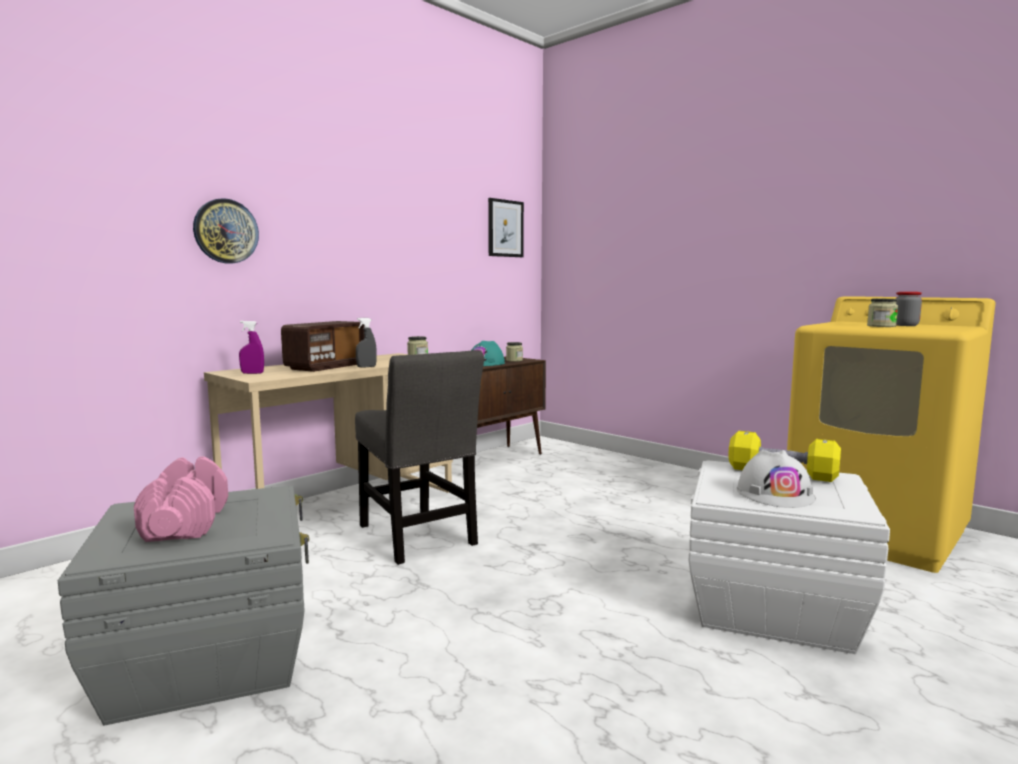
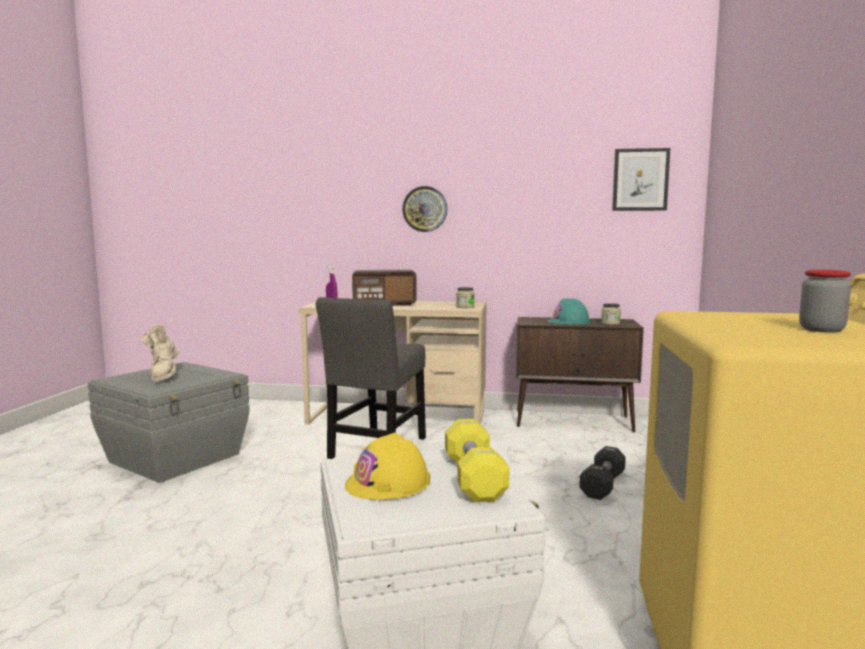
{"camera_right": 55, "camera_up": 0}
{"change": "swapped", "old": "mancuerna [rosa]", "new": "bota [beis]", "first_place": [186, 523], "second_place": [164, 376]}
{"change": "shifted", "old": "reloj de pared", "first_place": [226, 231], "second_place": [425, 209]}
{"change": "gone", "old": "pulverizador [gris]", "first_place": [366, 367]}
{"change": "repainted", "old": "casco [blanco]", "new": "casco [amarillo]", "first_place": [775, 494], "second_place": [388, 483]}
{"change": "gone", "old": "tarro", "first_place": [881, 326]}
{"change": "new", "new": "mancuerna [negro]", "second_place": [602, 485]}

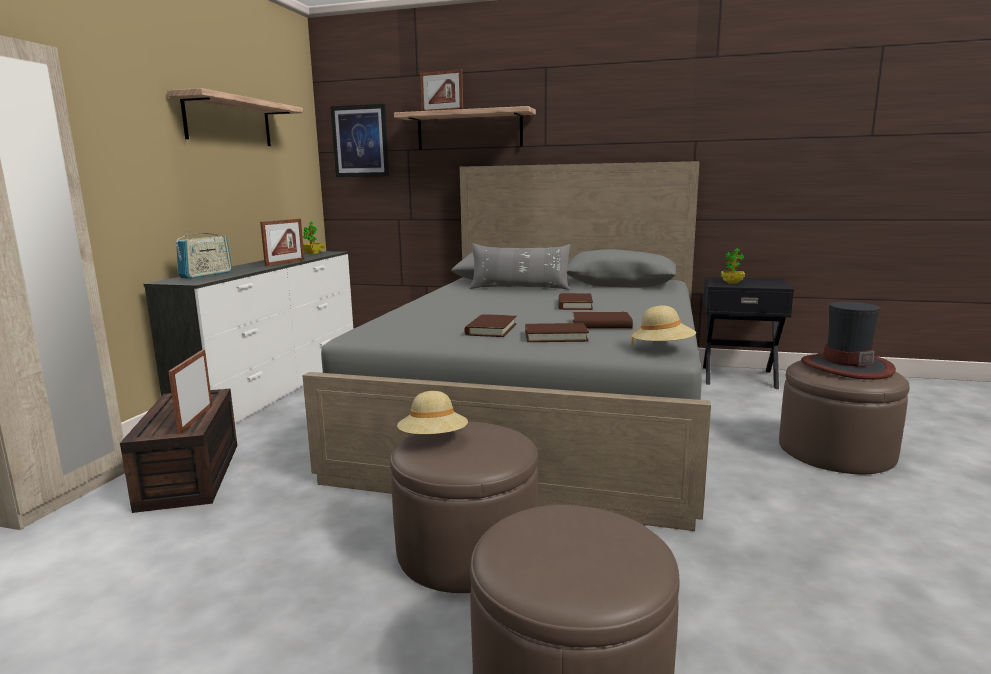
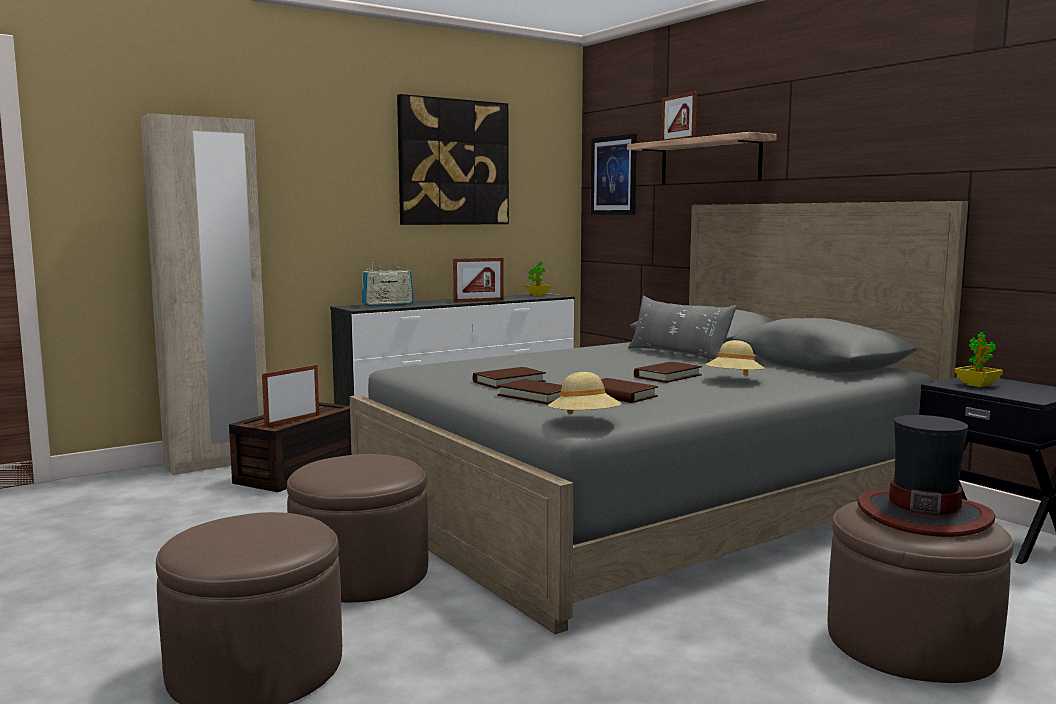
{"camera_right": 40, "camera_up": -5}
{"change": "swapped", "old": "estante", "new": "cuadro", "first_place": [229, 122], "second_place": [453, 162]}
{"change": "shifted", "old": "sombrero [beis]", "first_place": [433, 440], "second_place": [734, 380]}

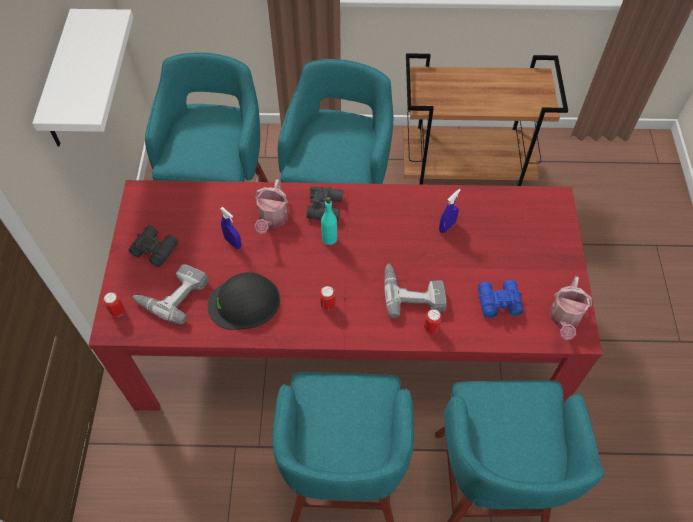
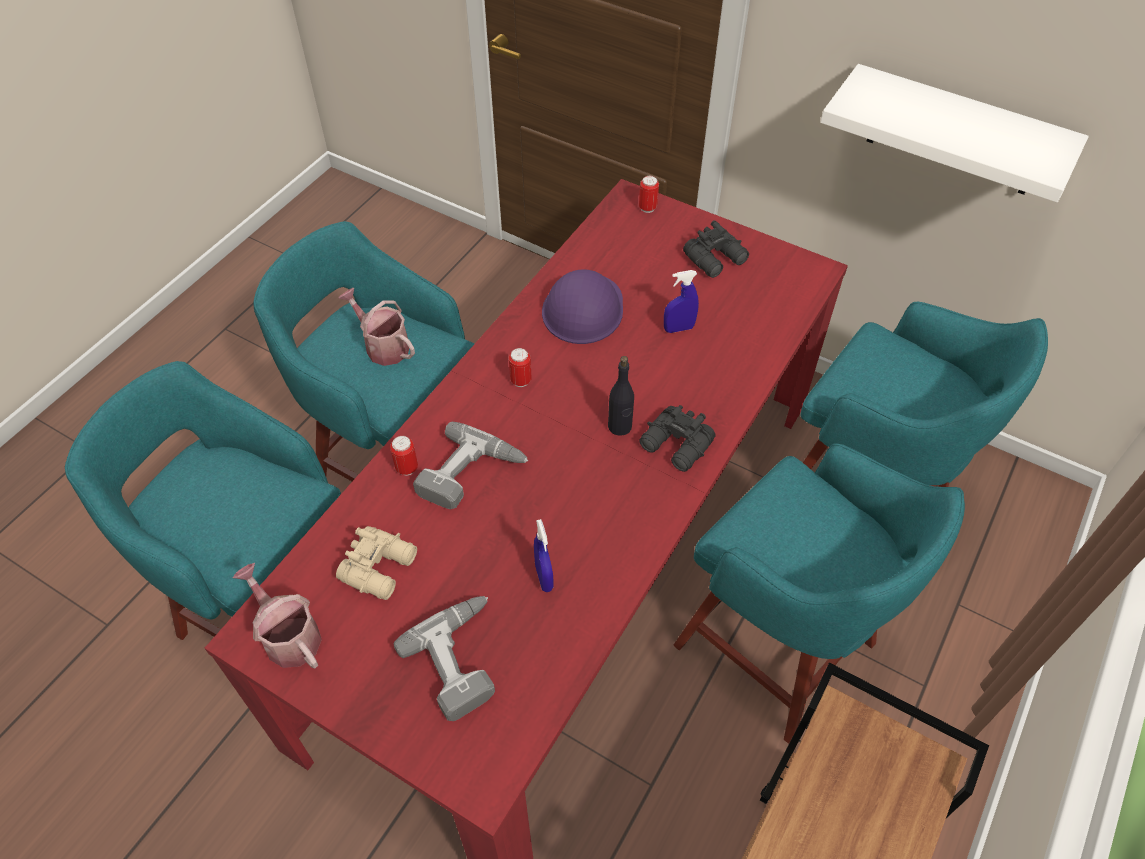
{"camera_right": 120, "camera_up": -5}
{"change": "shifted", "old": "taladro", "first_place": [172, 294], "second_place": [463, 659]}
{"change": "repainted", "old": "casco [negro]", "new": "casco [morado]", "first_place": [244, 302], "second_place": [583, 308]}
{"change": "shifted", "old": "regadera", "first_place": [272, 220], "second_place": [383, 345]}
{"change": "repainted", "old": "botella [turquesa]", "new": "botella [negro]", "first_place": [329, 238], "second_place": [620, 426]}
{"change": "repainted", "old": "prismáticos [azul]", "new": "prismáticos [beis]", "first_place": [497, 301], "second_place": [381, 567]}

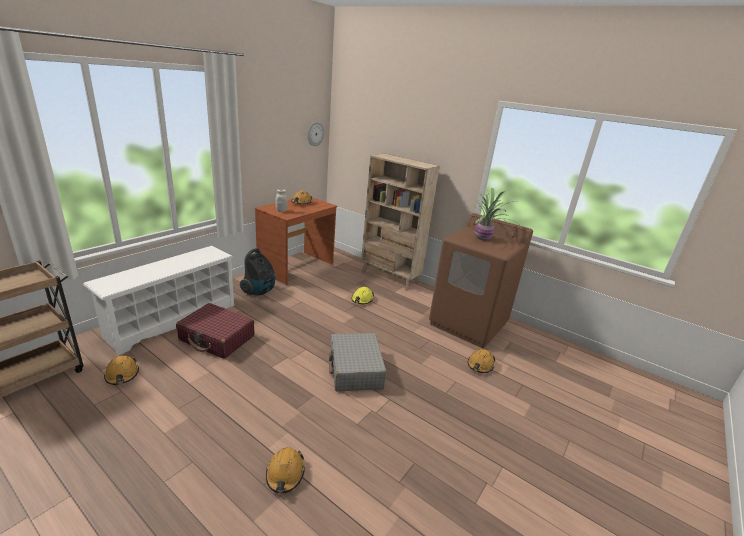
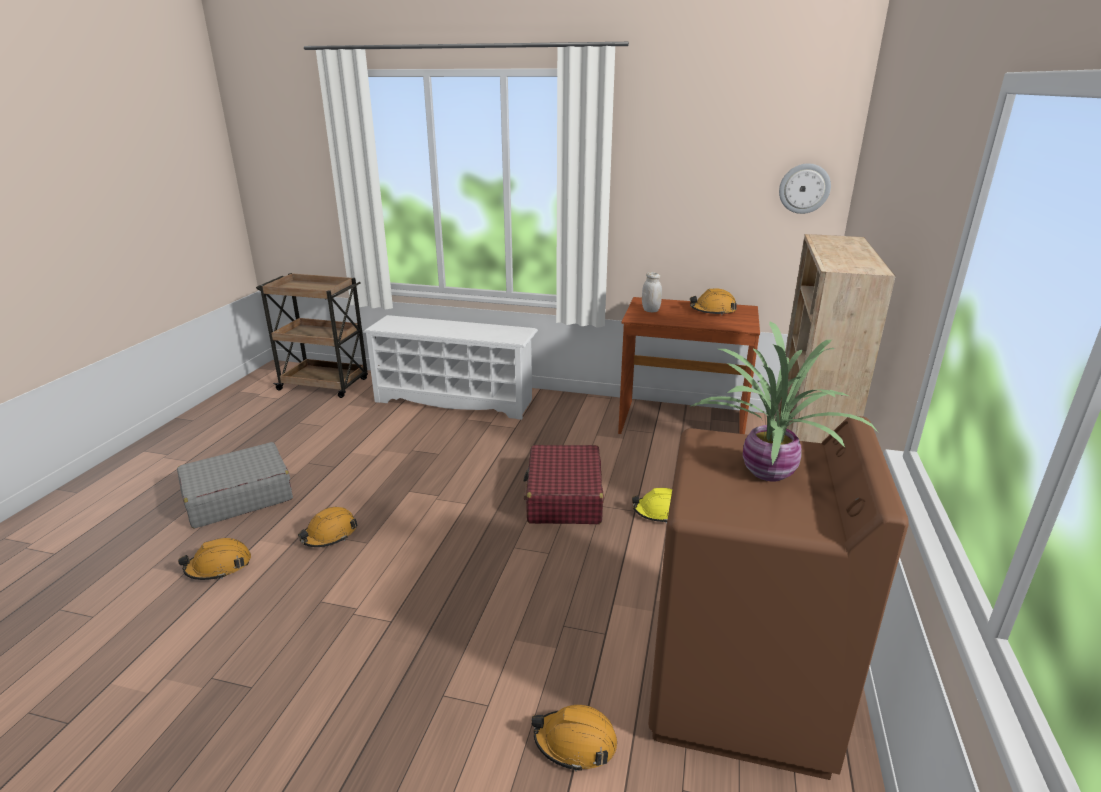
{"camera_right": 70, "camera_up": 0}
{"change": "shifted", "old": "casco [naranja]", "first_place": [122, 375], "second_place": [329, 535]}
{"change": "shifted", "old": "maleta [rojo]", "first_place": [217, 338], "second_place": [564, 497]}
{"change": "gone", "old": "aspiradora", "first_place": [259, 291]}
{"change": "shifted", "old": "maleta [gris]", "first_place": [355, 369], "second_place": [238, 497]}

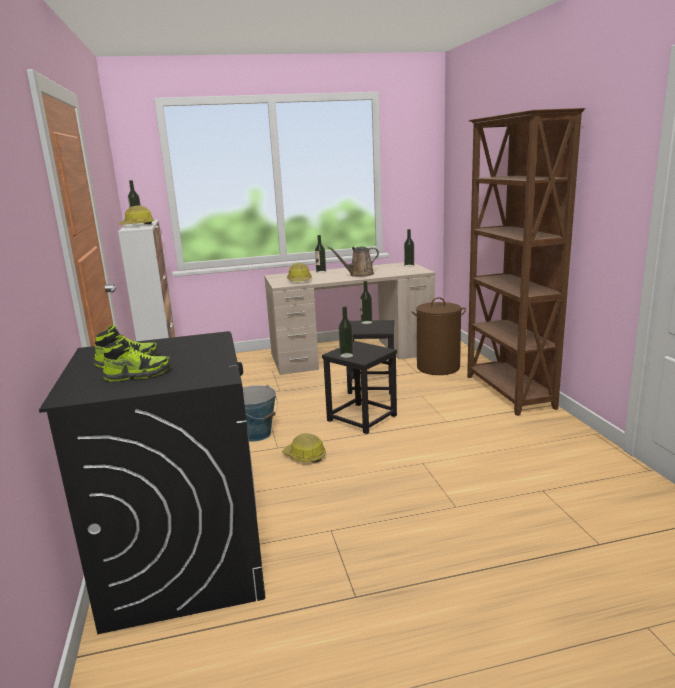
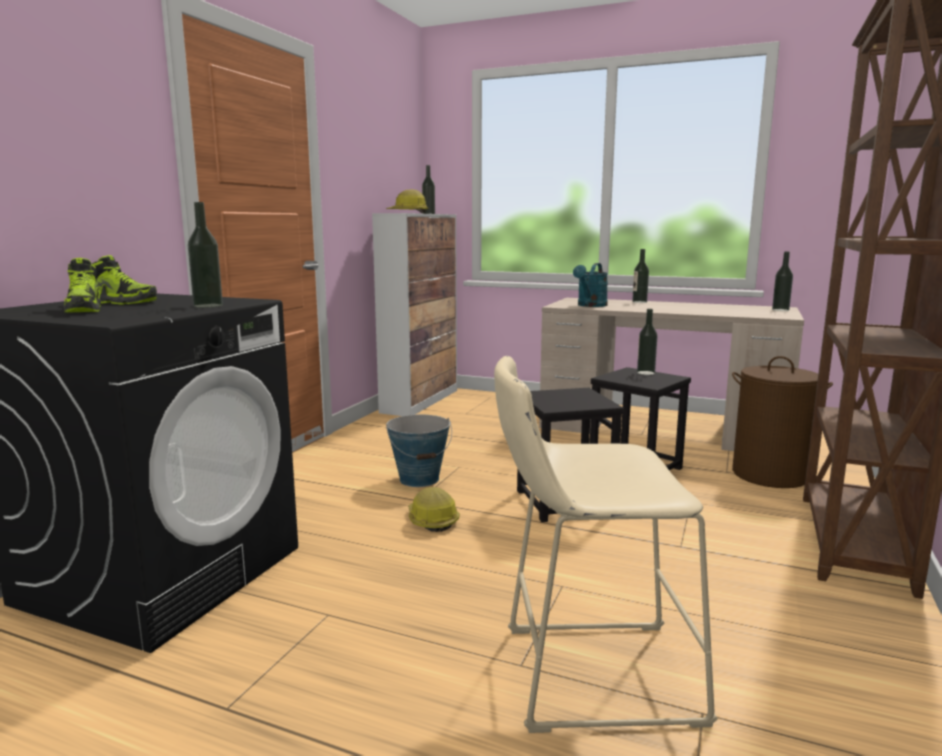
{"camera_right": 35, "camera_up": -5}
{"change": "rotated", "old": "zapato", "first_place": [138, 375], "second_place": [85, 310], "degrees": 45}
{"change": "swapped", "old": "casco", "new": "regadera [turquesa]", "first_place": [300, 281], "second_place": [590, 305]}
{"change": "gone", "old": "regadera [marrón]", "first_place": [359, 274]}
{"change": "shifted", "old": "botella", "first_place": [346, 355], "second_place": [208, 306]}
{"change": "new", "new": "taburete [beis]", "second_place": [588, 673]}

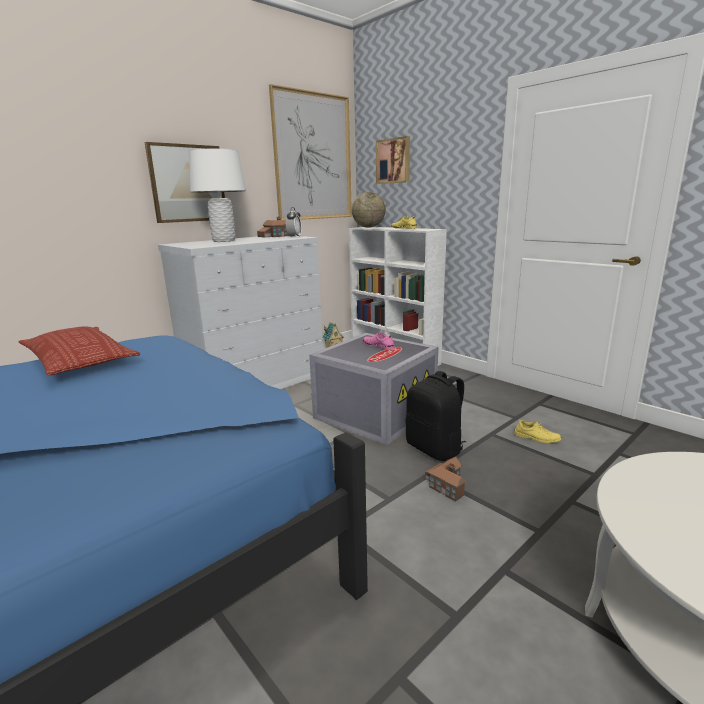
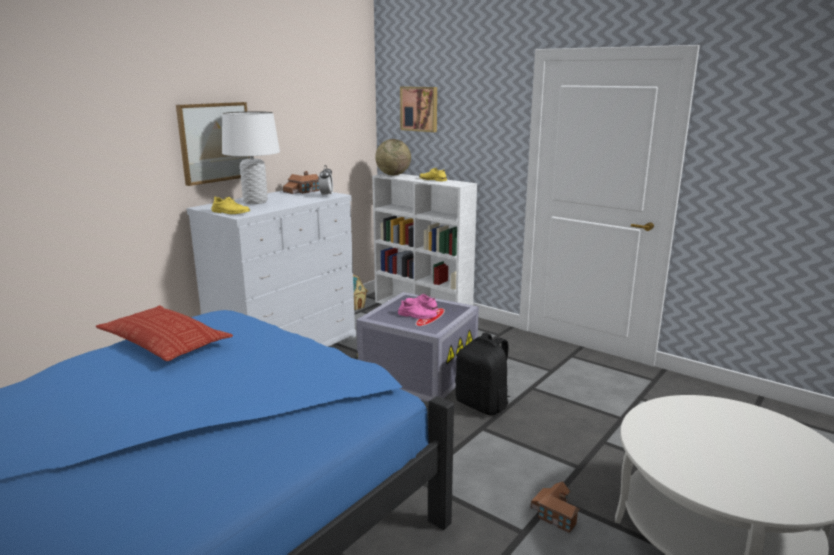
{"camera_right": -10, "camera_up": 0}
{"change": "gone", "old": "cuadro", "first_place": [313, 157]}
{"change": "shifted", "old": "casita", "first_place": [446, 485], "second_place": [555, 513]}
{"change": "shifted", "old": "zapato [amarillo]", "first_place": [536, 437], "second_place": [230, 212]}
{"change": "new", "new": "zapato [rosa]", "second_place": [417, 315]}

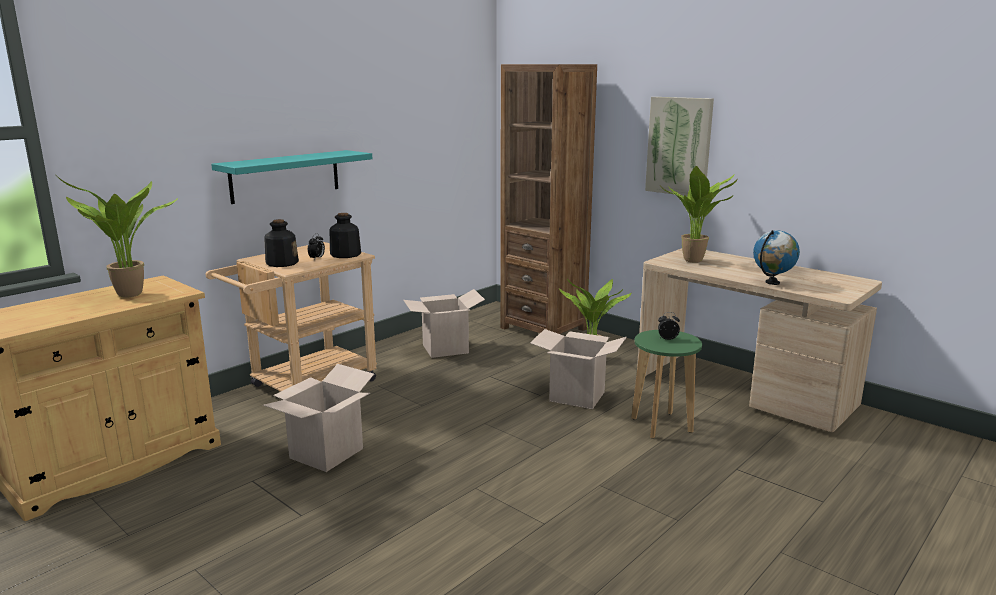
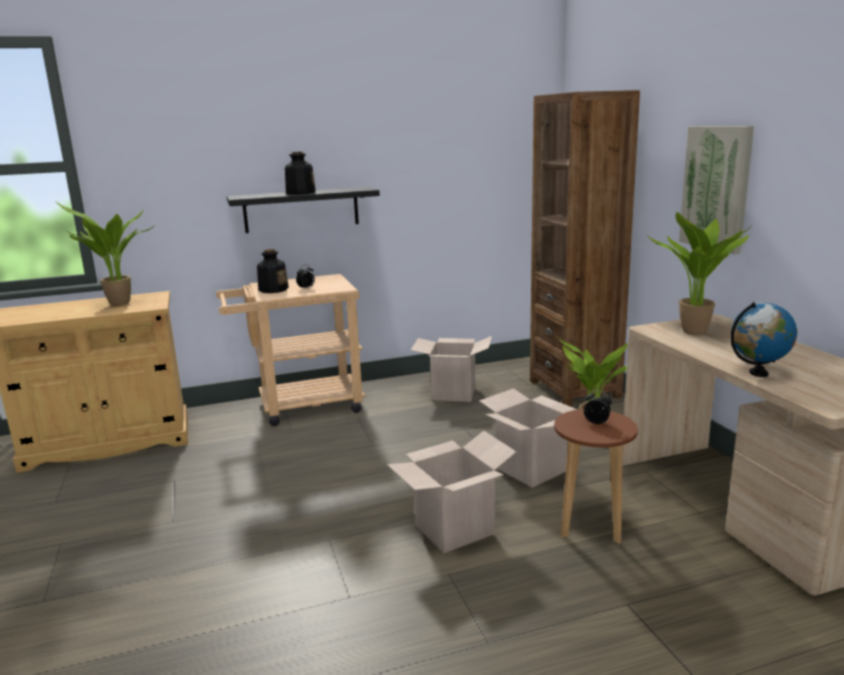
{"camera_right": 30, "camera_up": 0}
{"change": "repainted", "old": "estante [turquesa]", "new": "estante [negro]", "first_place": [285, 176], "second_place": [301, 209]}
{"change": "shifted", "old": "caja de cartón", "first_place": [326, 453], "second_place": [454, 529]}
{"change": "shifted", "old": "botella", "first_place": [345, 254], "second_place": [300, 193]}
{"change": "repainted", "old": "taburete [verde]", "new": "taburete [marrón]", "first_place": [661, 425], "second_place": [590, 525]}

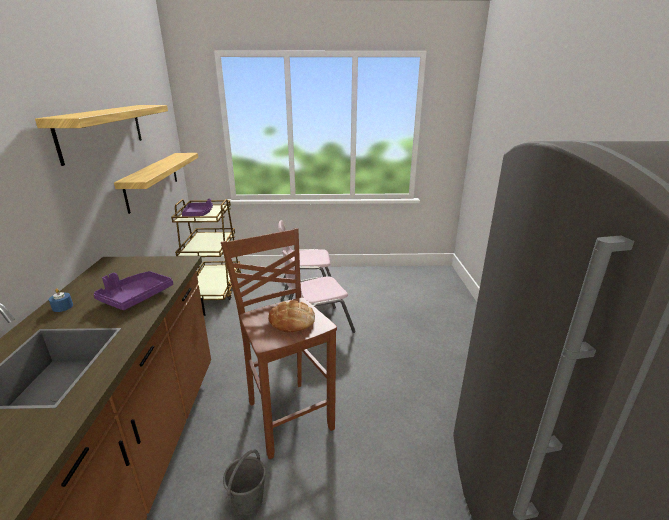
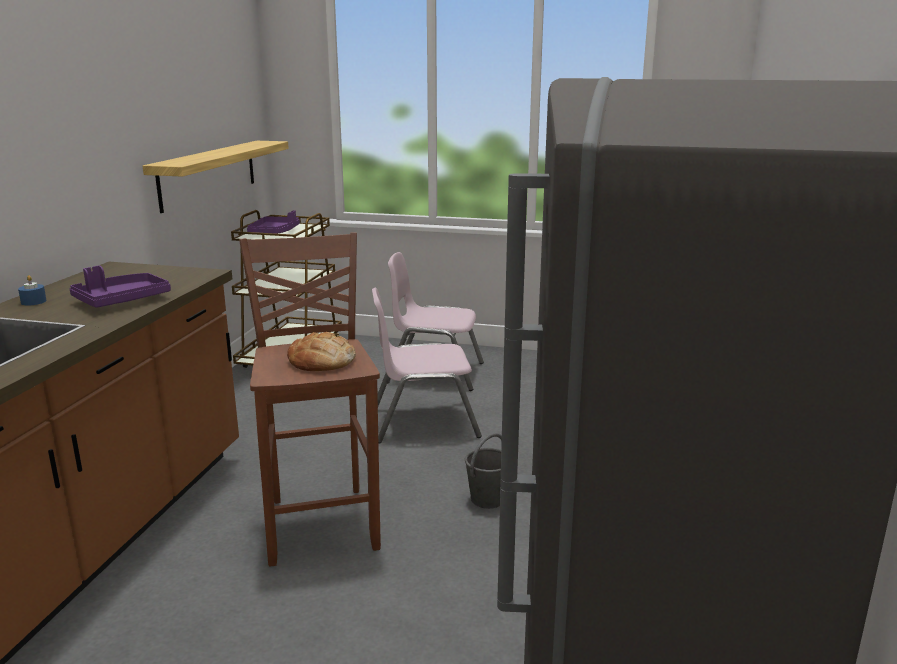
{"camera_right": 15, "camera_up": -5}
{"change": "gone", "old": "estante", "first_place": [103, 130]}
{"change": "shifted", "old": "cubo [gris]", "first_place": [248, 500], "second_place": [488, 499]}

